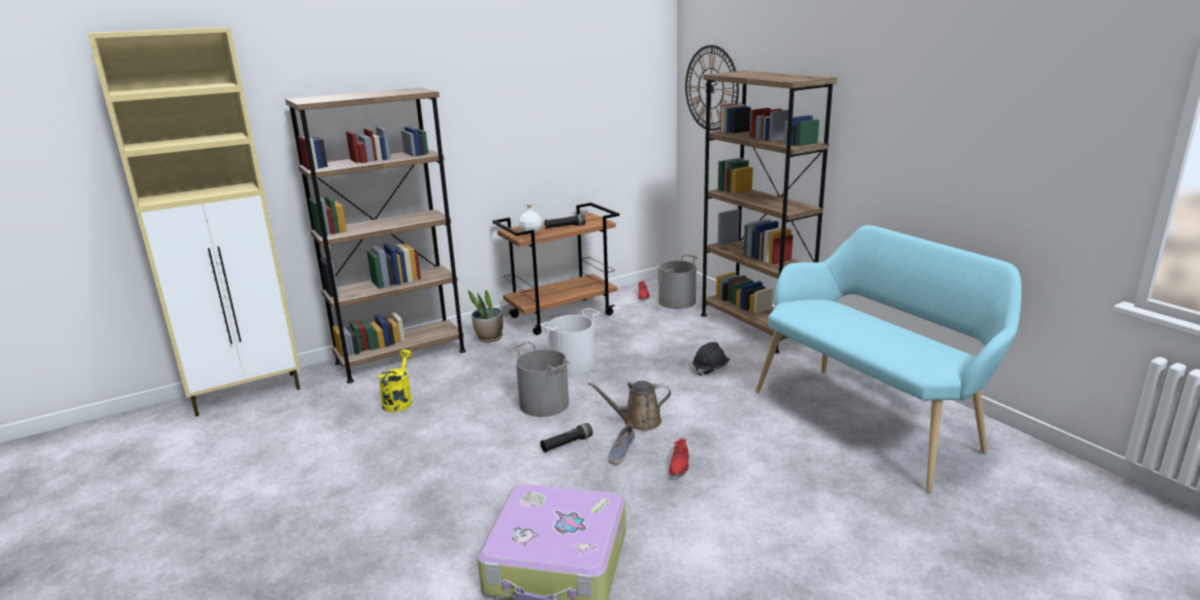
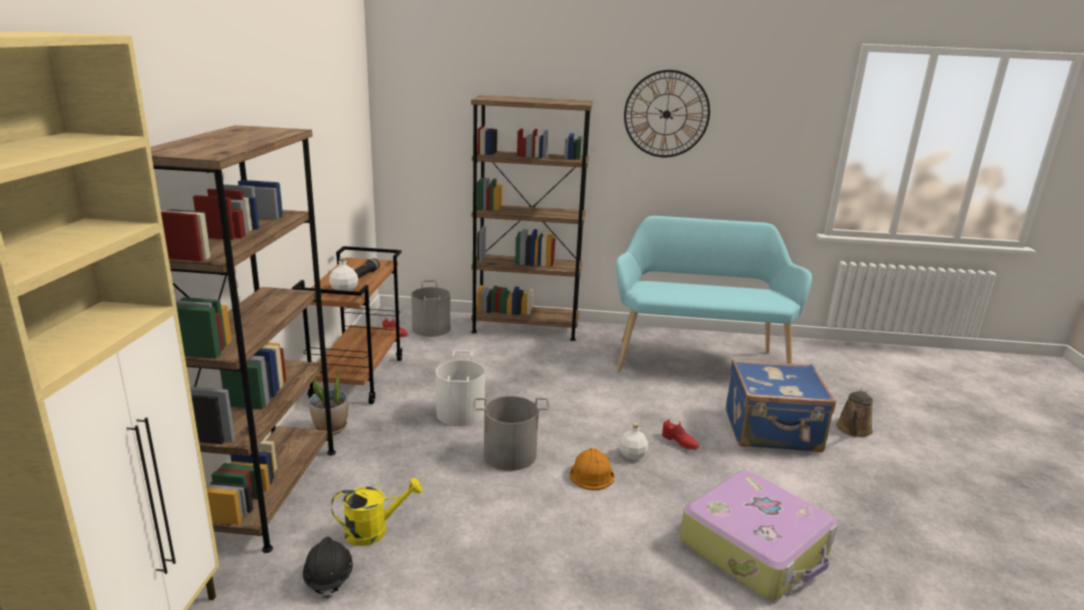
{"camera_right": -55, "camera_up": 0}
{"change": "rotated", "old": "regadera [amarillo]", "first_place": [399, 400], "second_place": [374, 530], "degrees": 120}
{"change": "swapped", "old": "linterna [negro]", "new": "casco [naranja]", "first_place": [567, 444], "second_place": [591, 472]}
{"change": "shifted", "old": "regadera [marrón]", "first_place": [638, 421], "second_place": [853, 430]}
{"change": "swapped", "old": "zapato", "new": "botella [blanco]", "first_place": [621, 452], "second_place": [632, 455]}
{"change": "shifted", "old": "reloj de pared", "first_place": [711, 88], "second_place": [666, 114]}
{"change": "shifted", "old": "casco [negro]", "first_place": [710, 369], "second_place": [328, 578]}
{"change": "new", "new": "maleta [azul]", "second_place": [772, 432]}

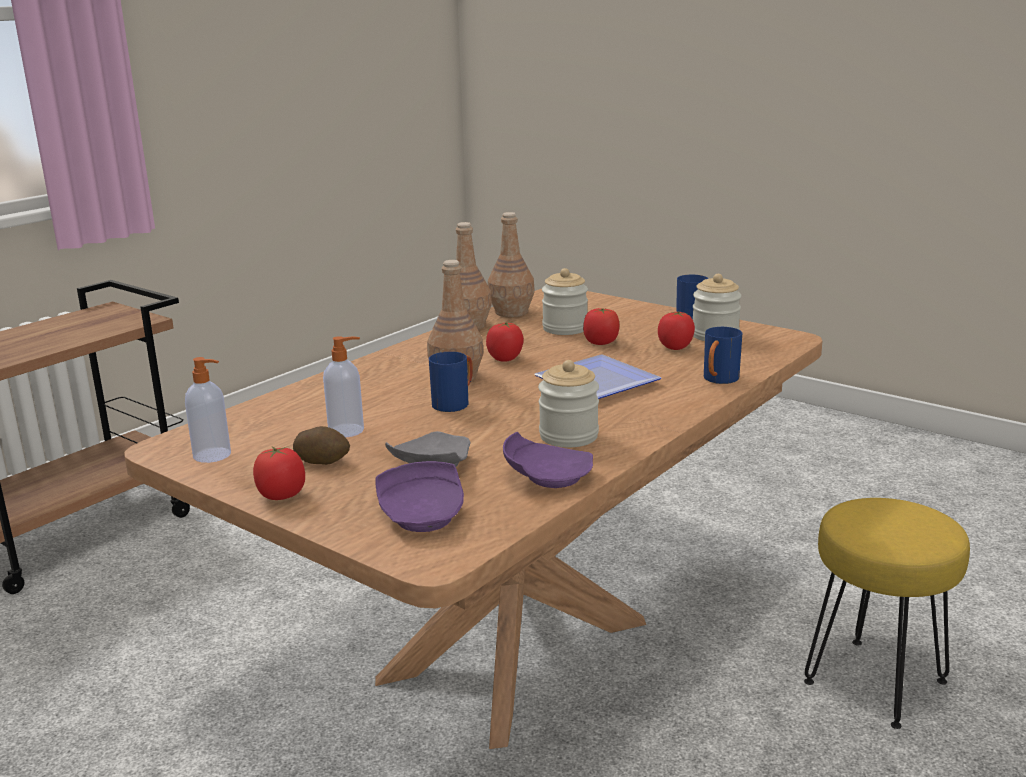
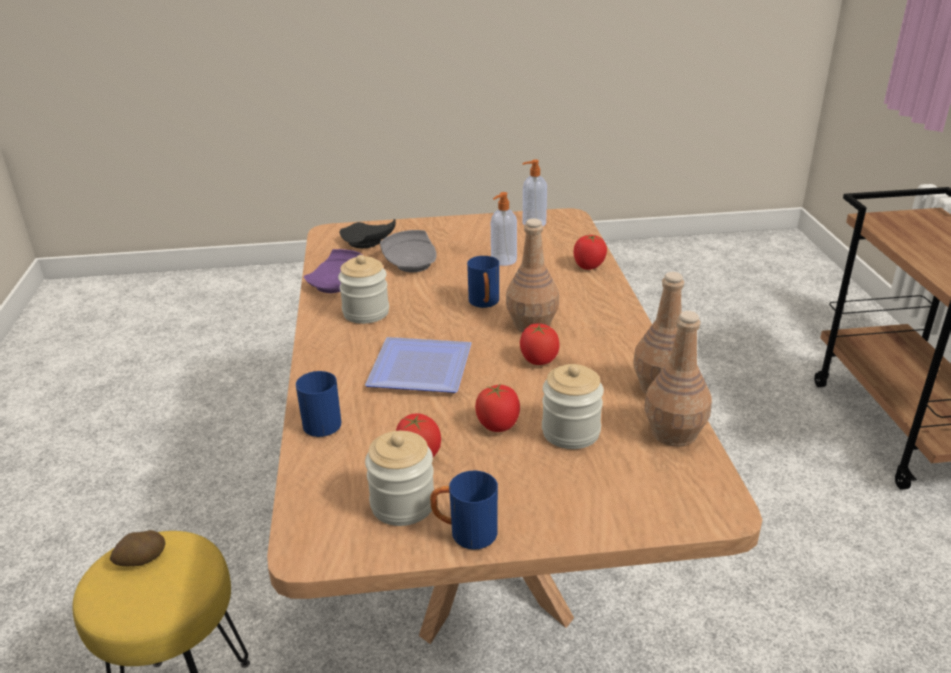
{"camera_right": 135, "camera_up": 10}
{"change": "shifted", "old": "tomate", "first_place": [282, 495], "second_place": [588, 266]}
{"change": "shifted", "old": "patata", "first_place": [323, 461], "second_place": [141, 560]}
{"change": "repainted", "old": "plato [morado]", "new": "plato [negro]", "first_place": [424, 515], "second_place": [368, 243]}

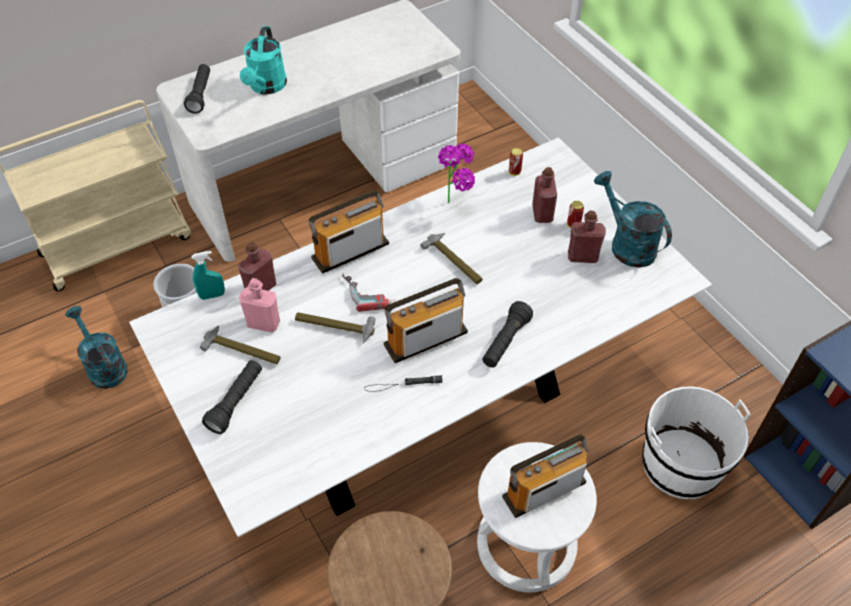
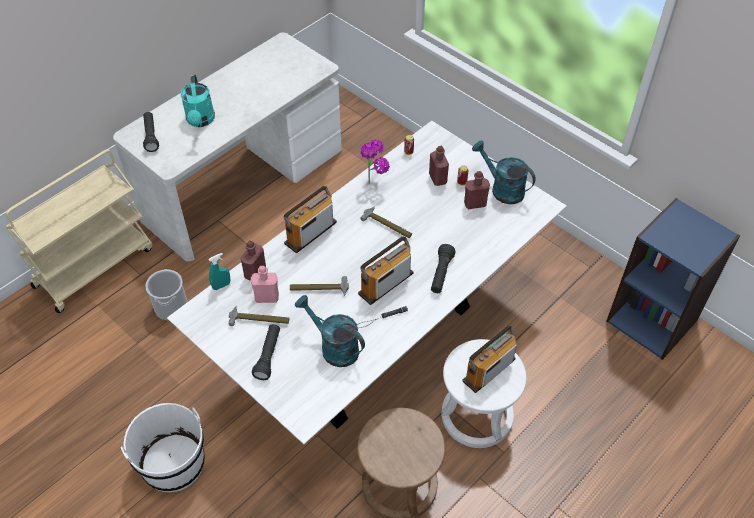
{"camera_right": -15, "camera_up": 0}
{"change": "shifted", "old": "regadera [turquesa]", "first_place": [104, 366], "second_place": [334, 347]}
{"change": "gone", "old": "taladro", "first_place": [370, 292]}
{"change": "shifted", "old": "cubo [blanco]", "first_place": [680, 464], "second_place": [173, 463]}

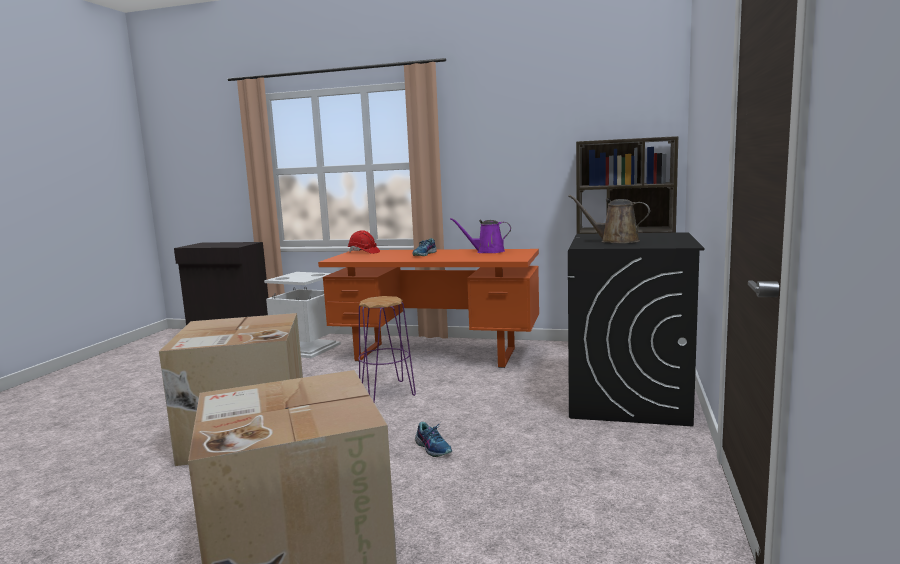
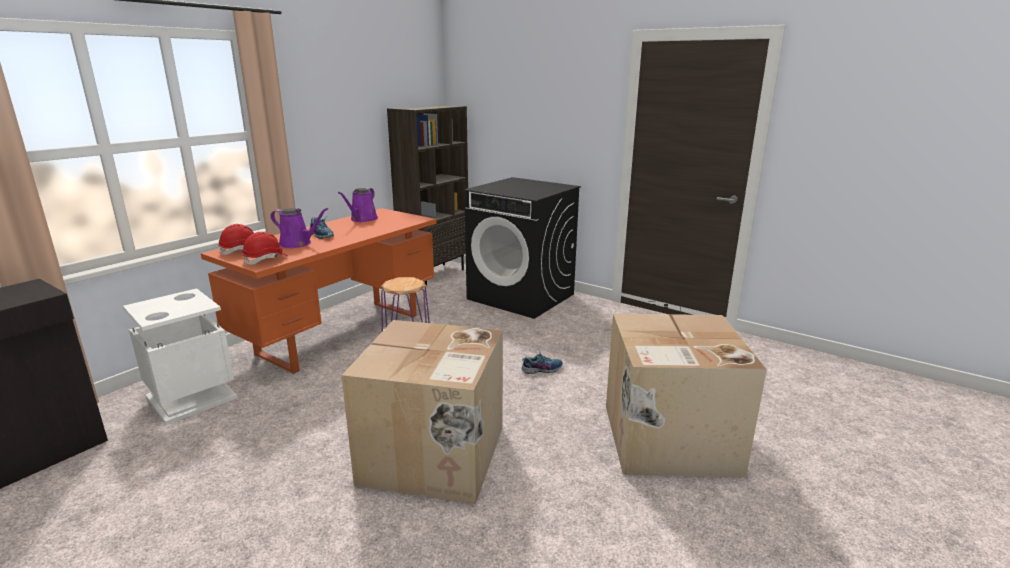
{"camera_right": -70, "camera_up": 10}
{"change": "gone", "old": "regadera [marrón]", "first_place": [615, 241]}
{"change": "new", "new": "casco [rojo]", "second_place": [266, 259]}
{"change": "new", "new": "regadera [morado]", "second_place": [298, 244]}

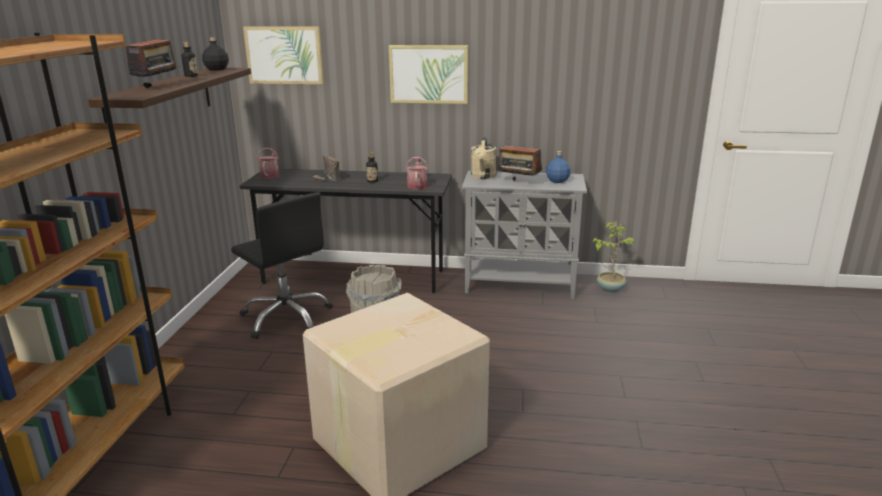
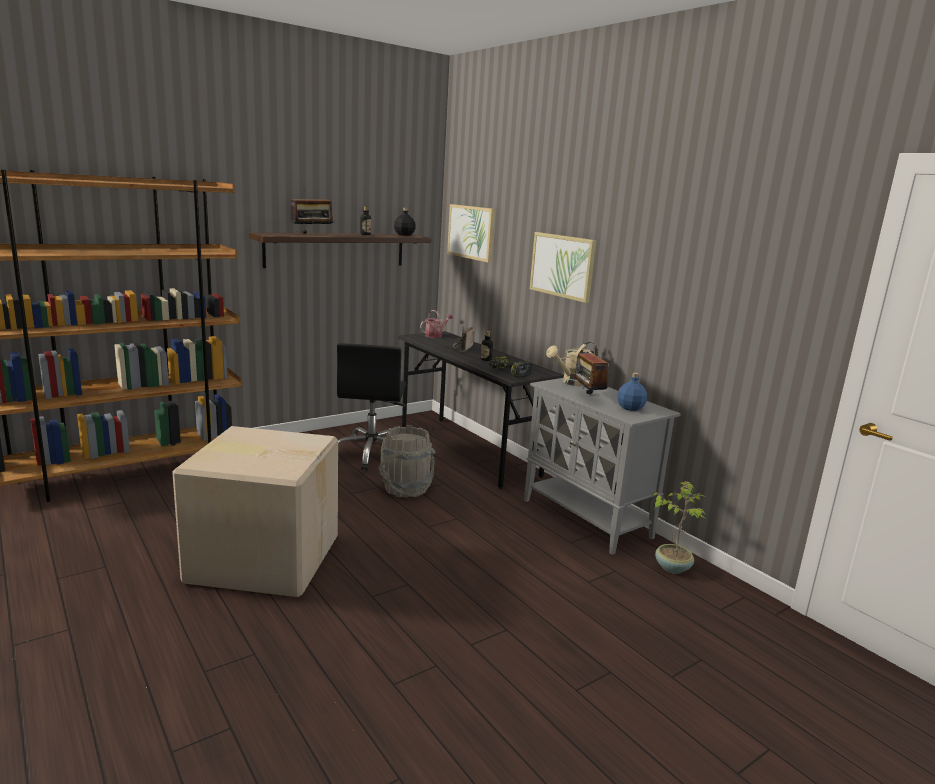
{"camera_right": 45, "camera_up": -5}
{"change": "swapped", "old": "regadera", "new": "taladro", "first_place": [417, 185], "second_place": [508, 372]}

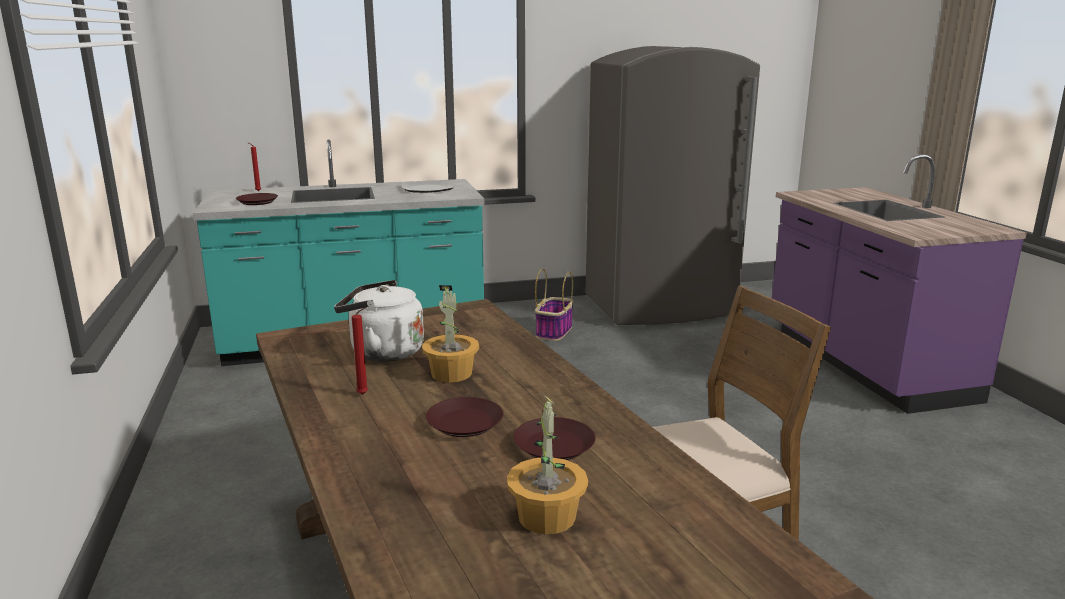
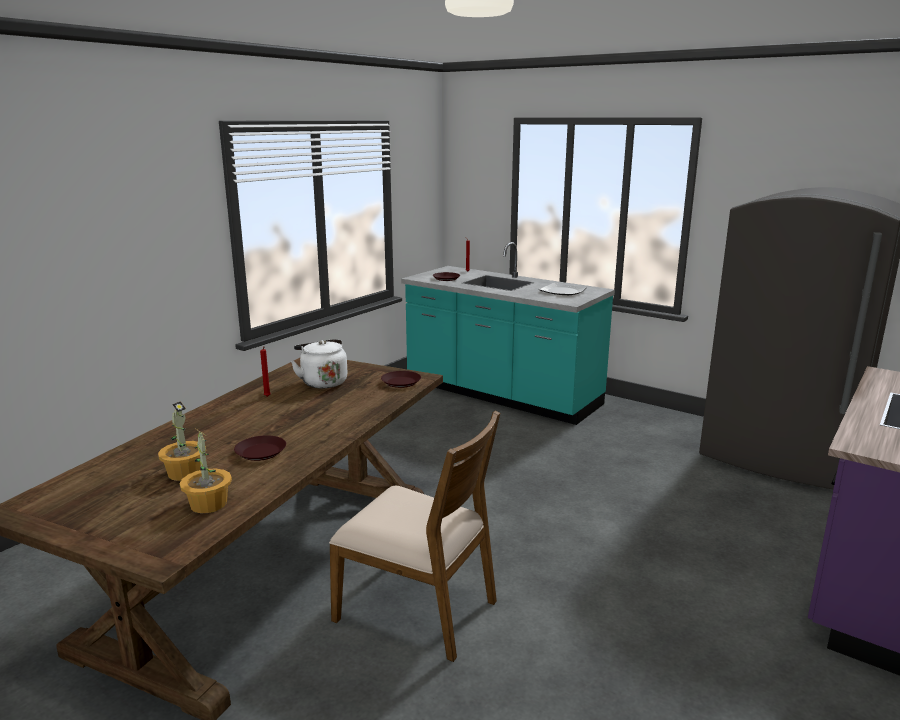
{"camera_right": 50, "camera_up": 0}
{"change": "shifted", "old": "planta en maceta", "first_place": [451, 374], "second_place": [208, 504]}
{"change": "shifted", "old": "plato [marrón]", "first_place": [465, 423], "second_place": [401, 382]}
{"change": "gone", "old": "cesta", "first_place": [554, 331]}

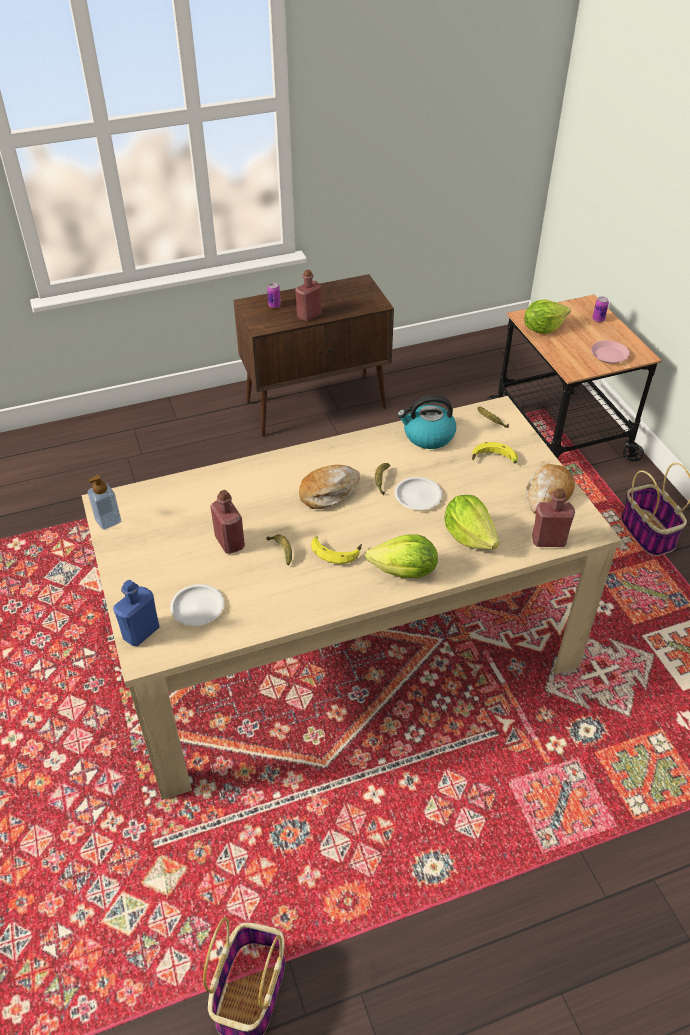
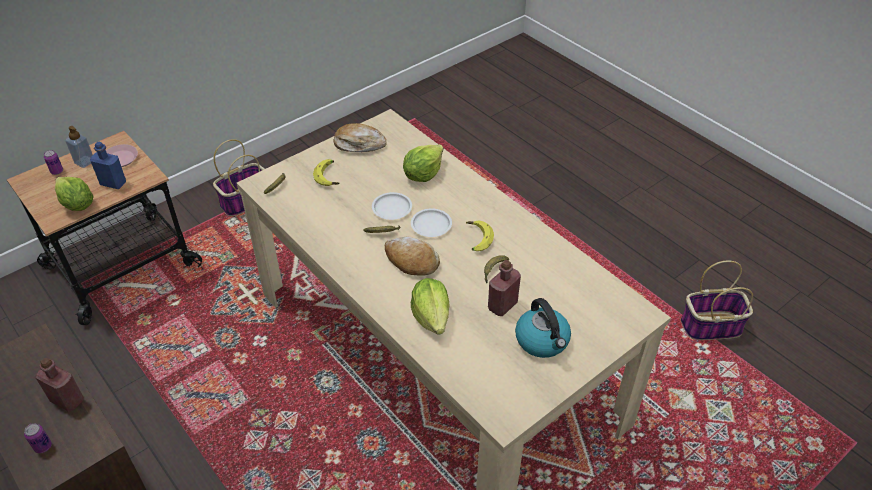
{"camera_right": -110, "camera_up": 0}
{"change": "shifted", "old": "dispensador de jabón", "first_place": [108, 521], "second_place": [84, 162]}
{"change": "shifted", "old": "botella [azul]", "first_place": [141, 632], "second_place": [113, 183]}
{"change": "shifted", "old": "plato [blanco]", "first_place": [198, 608], "second_place": [431, 225]}
{"change": "shifted", "old": "lechuga", "first_place": [405, 572], "second_place": [431, 317]}
{"change": "shifted", "old": "hervidor", "first_place": [428, 436], "second_place": [542, 341]}
{"change": "gone", "old": "botella [rojo]", "first_place": [548, 541]}

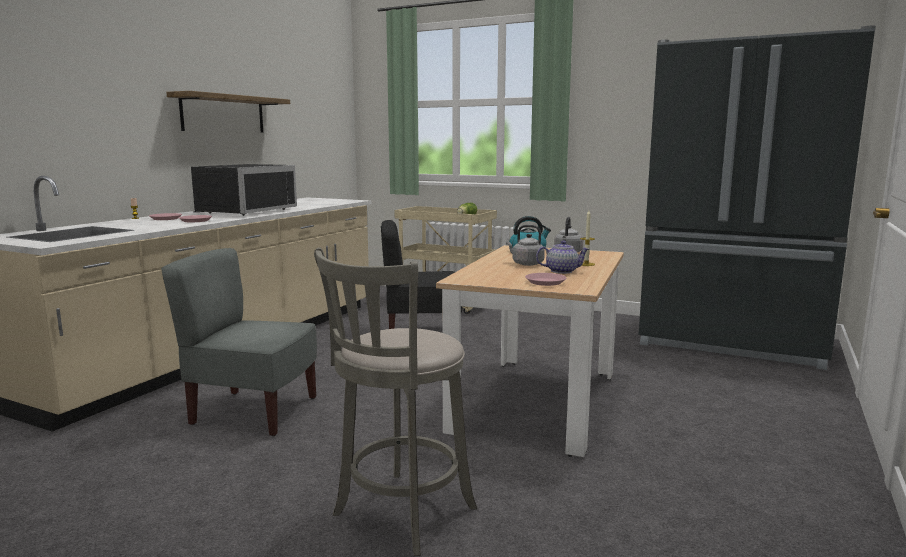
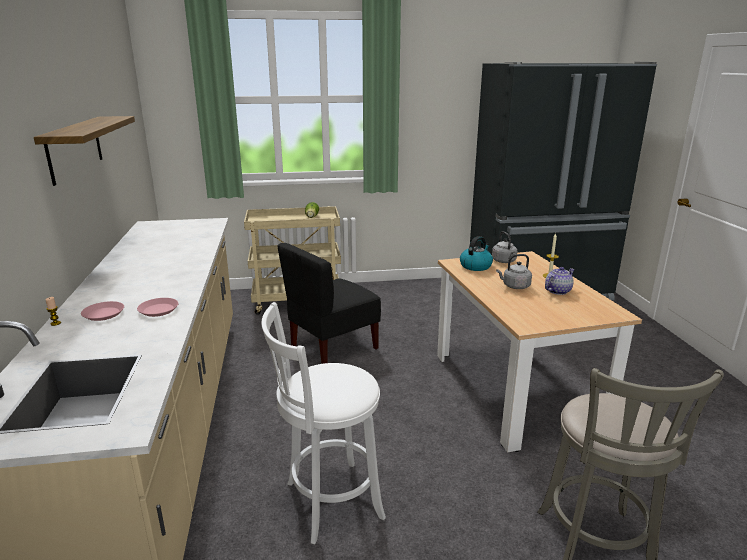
{"camera_right": -35, "camera_up": 10}
{"change": "swapped", "old": "silla [gris]", "new": "taburete [blanco]", "first_place": [253, 412], "second_place": [328, 502]}
{"change": "gone", "old": "microondas [negro]", "first_place": [242, 211]}
{"change": "gone", "old": "plato [rosa]", "first_place": [545, 282]}

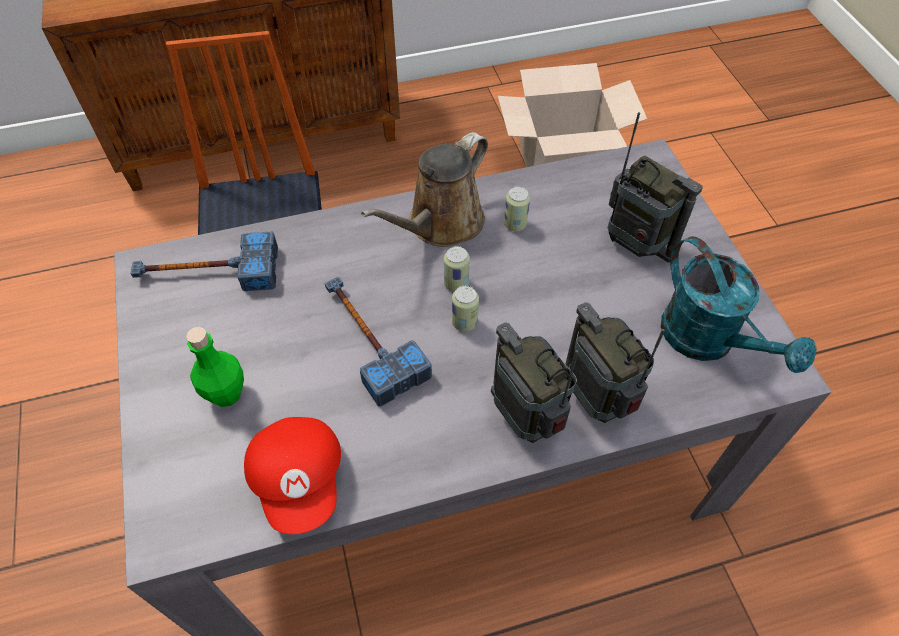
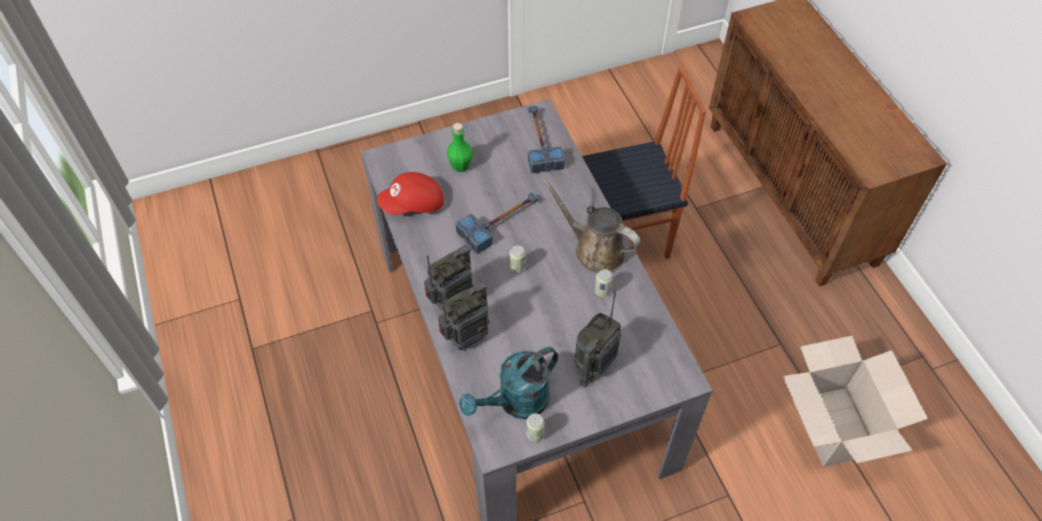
{"camera_right": 85, "camera_up": 0}
{"change": "shifted", "old": "lata", "first_place": [456, 284], "second_place": [535, 434]}

